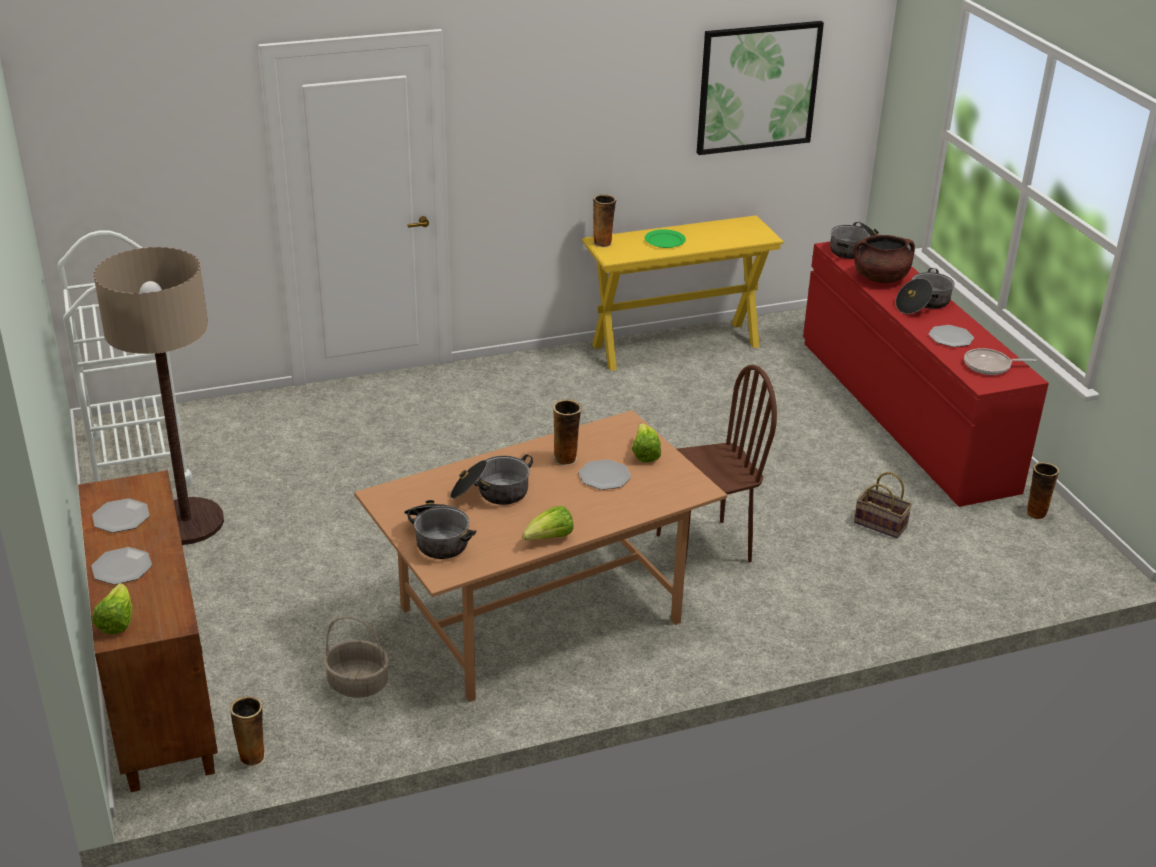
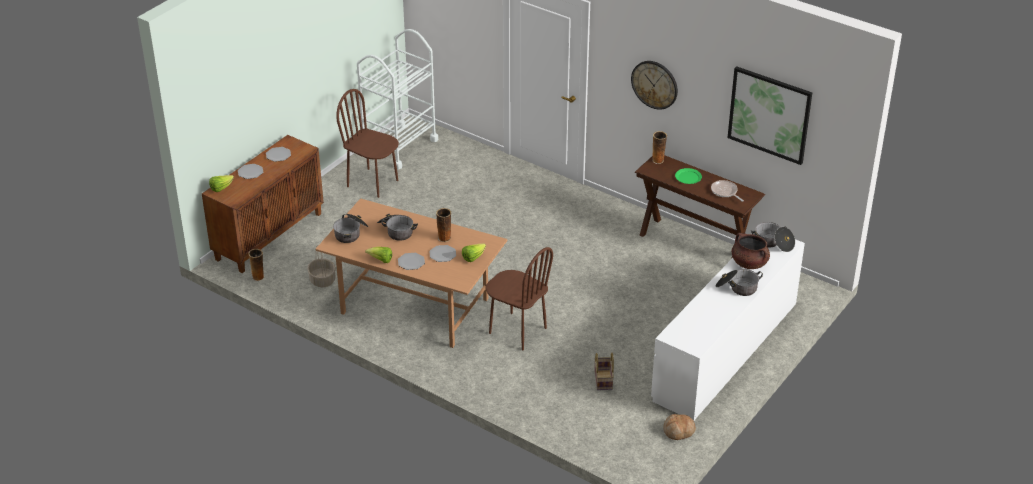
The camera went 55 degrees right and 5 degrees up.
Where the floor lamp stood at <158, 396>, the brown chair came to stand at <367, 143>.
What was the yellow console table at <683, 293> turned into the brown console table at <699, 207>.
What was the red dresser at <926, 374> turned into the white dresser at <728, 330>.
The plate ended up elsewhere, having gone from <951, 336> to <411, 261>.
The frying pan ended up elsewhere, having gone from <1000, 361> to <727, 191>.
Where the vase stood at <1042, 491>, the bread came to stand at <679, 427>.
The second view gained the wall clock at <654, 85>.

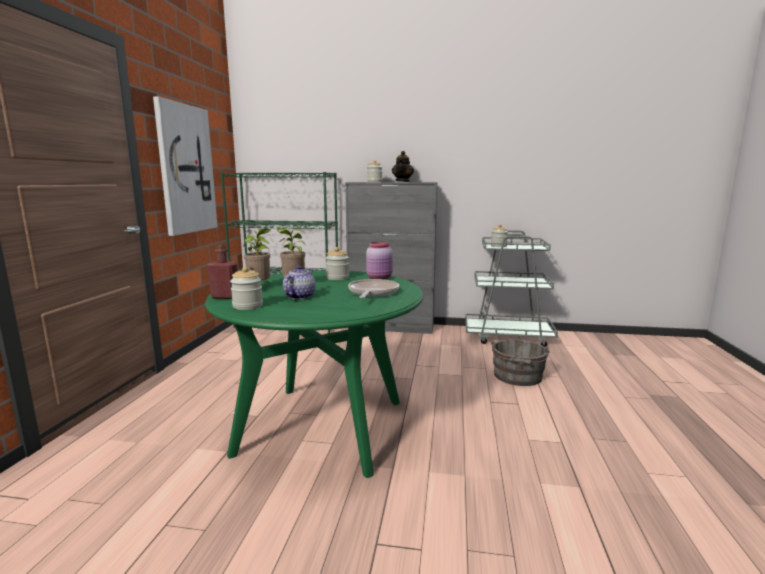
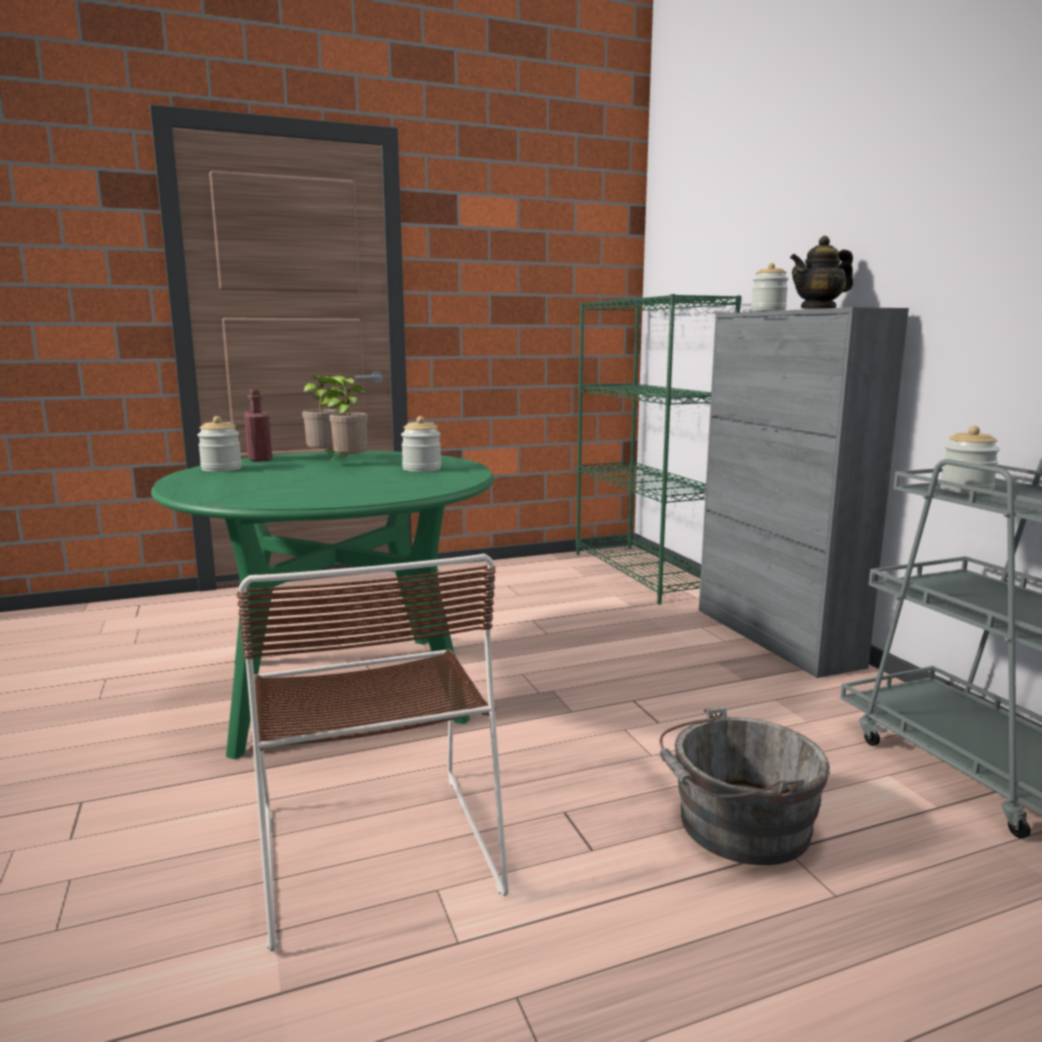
The camera went 60 degrees right and 0 degrees up.
The second view lost the picture at <185, 166>.
The second view lost the teapot at <299, 283>.
The second view lost the frying pan at <373, 288>.
The second view lost the pink jar at <379, 260>.
The second view gained the brown chair at <373, 753>.

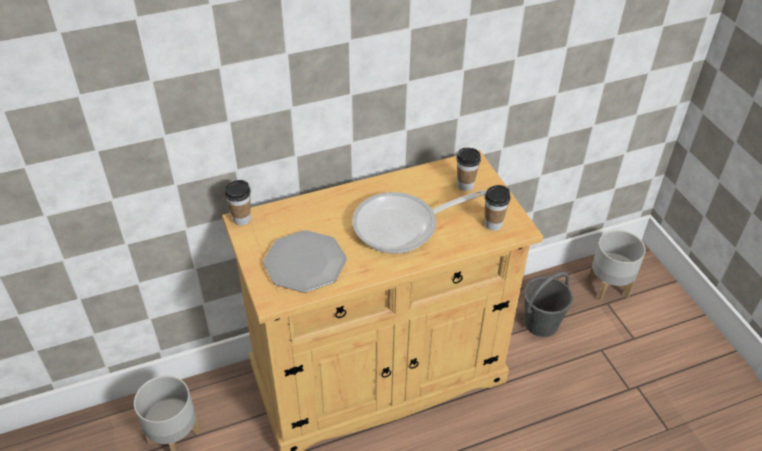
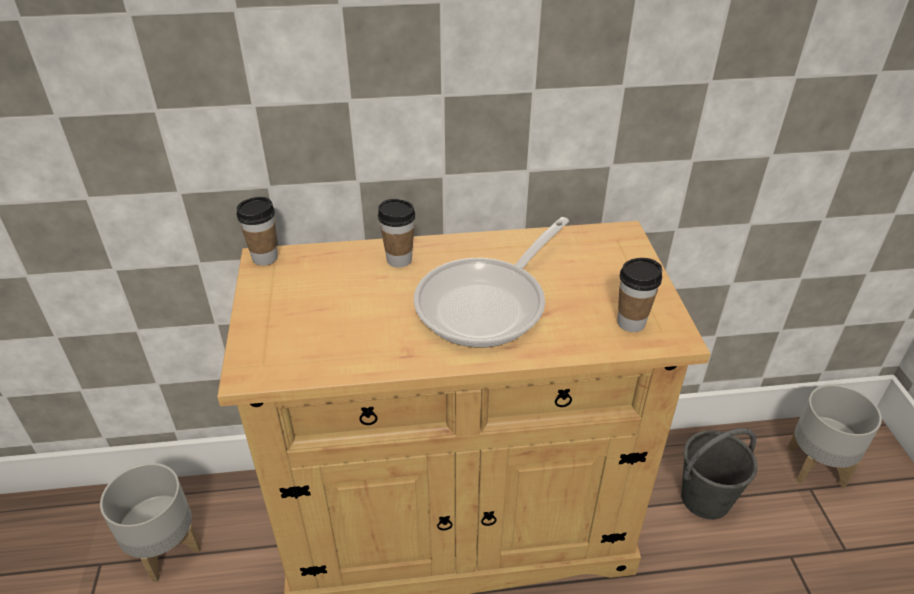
The camera went 15 degrees right and 5 degrees down.
The second view lost the plate at <305, 261>.
The frying pan at <419, 222> ended up facing another way, 45 degrees counterclockwise from before.
The cup ended up elsewhere, having gone from <469, 169> to <396, 233>.

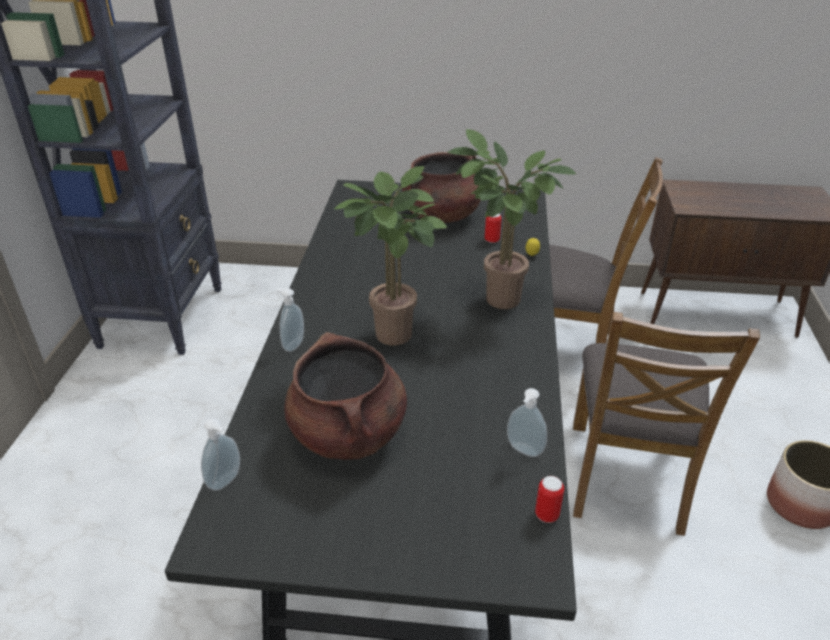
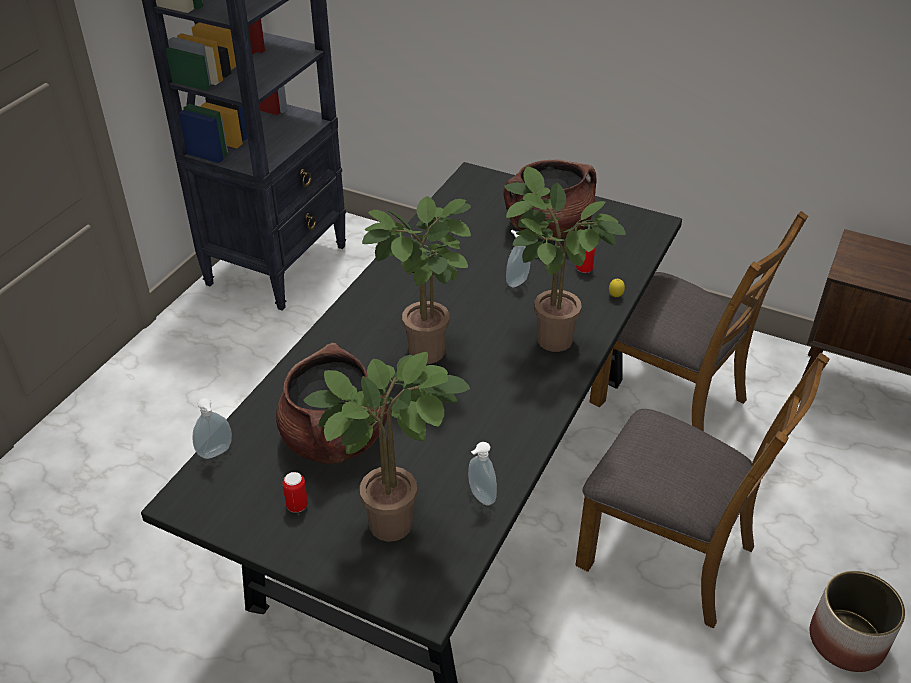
The camera went 20 degrees right and 5 degrees up.
The soap dispenser ended up elsewhere, having gone from <290, 320> to <518, 258>.
The can ended up elsewhere, having gone from <549, 499> to <295, 492>.
The brown chair at <666, 424> ended up facing another way, 90 degrees counterclockwise from before.
The second view gained the potted plant at <387, 447>.

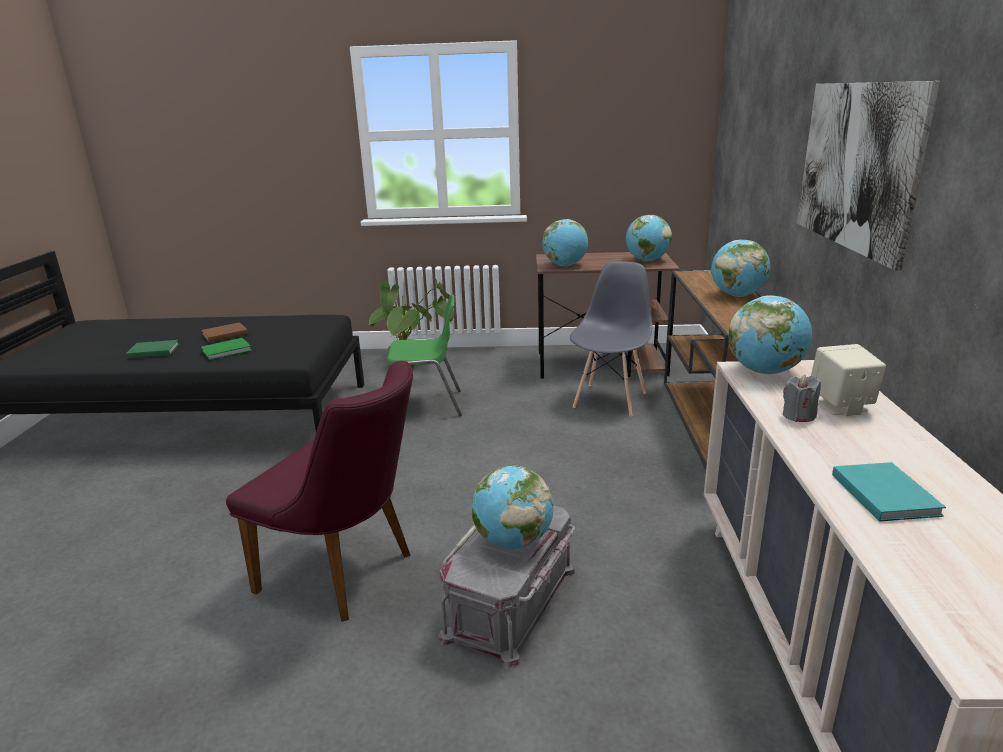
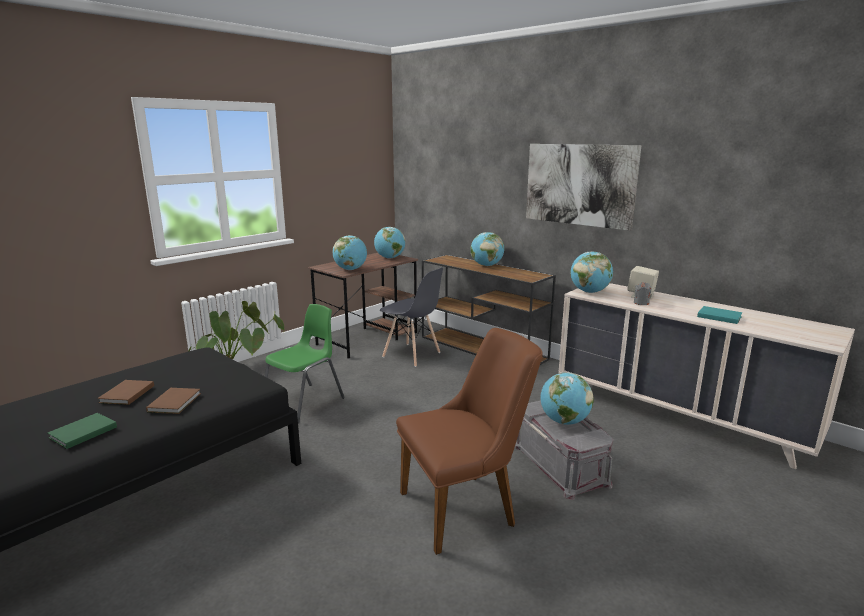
The camera went 50 degrees left and 5 degrees down.
What was the green book at <226, 349> turned into the brown book at <173, 401>.
What was the purple chair at <319, 491> turned into the brown chair at <469, 441>.
The grey chair at <611, 339> ended up facing another way, 150 degrees clockwise from before.

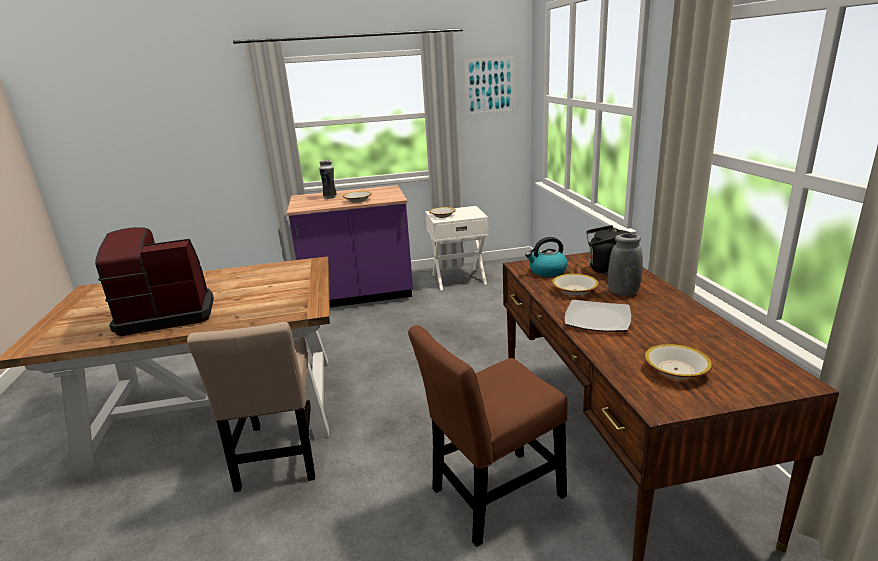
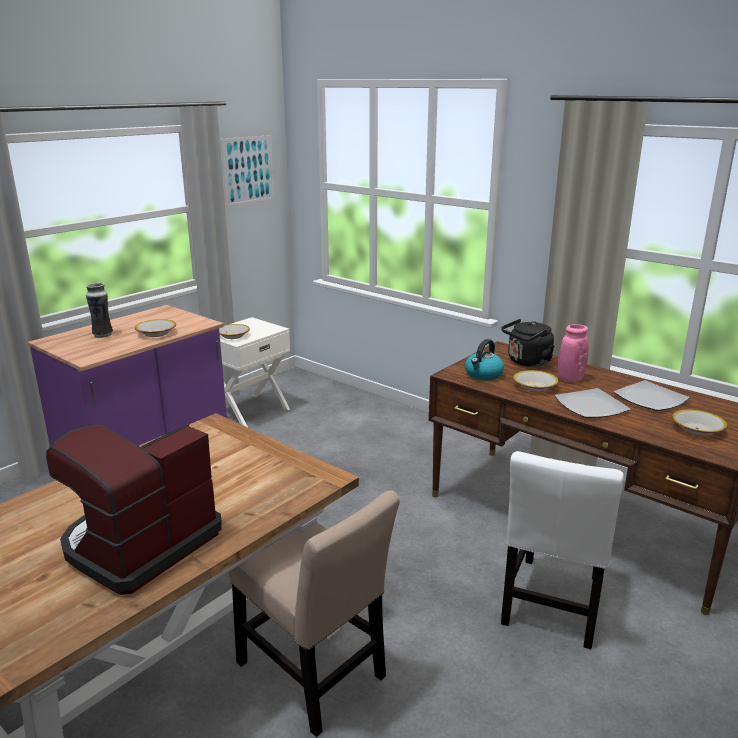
The camera went 40 degrees left and 0 degrees up.
What was the brown chair at <488, 436> turned into the white chair at <562, 550>.
What was the grey vase at <625, 264> turned into the pink vase at <573, 353>.
The second view gained the plate at <652, 395>.

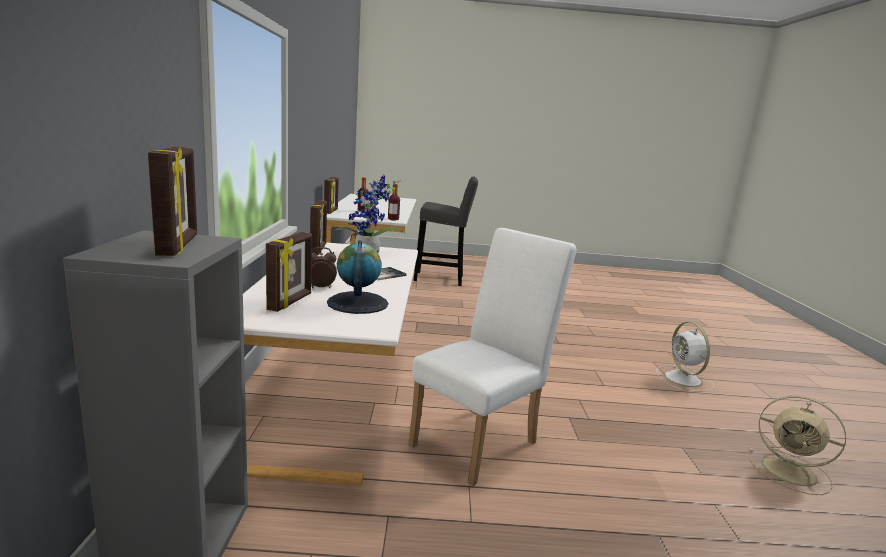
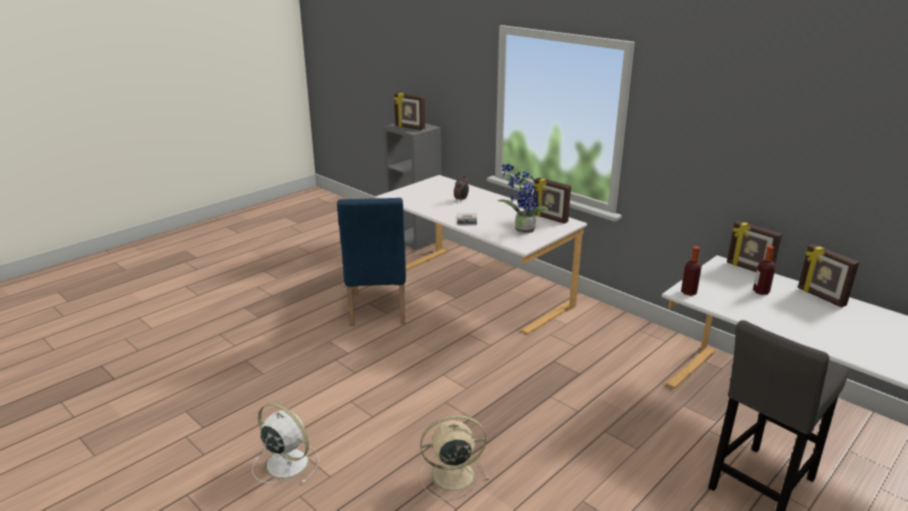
The camera went 135 degrees right and 10 degrees up.
The picture frame ended up elsewhere, having gone from <289, 272> to <828, 276>.
The second view lost the globe at <357, 277>.
What was the white chair at <492, 357> turned into the blue chair at <371, 262>.
The beige fan ended up elsewhere, having gone from <797, 445> to <454, 457>.

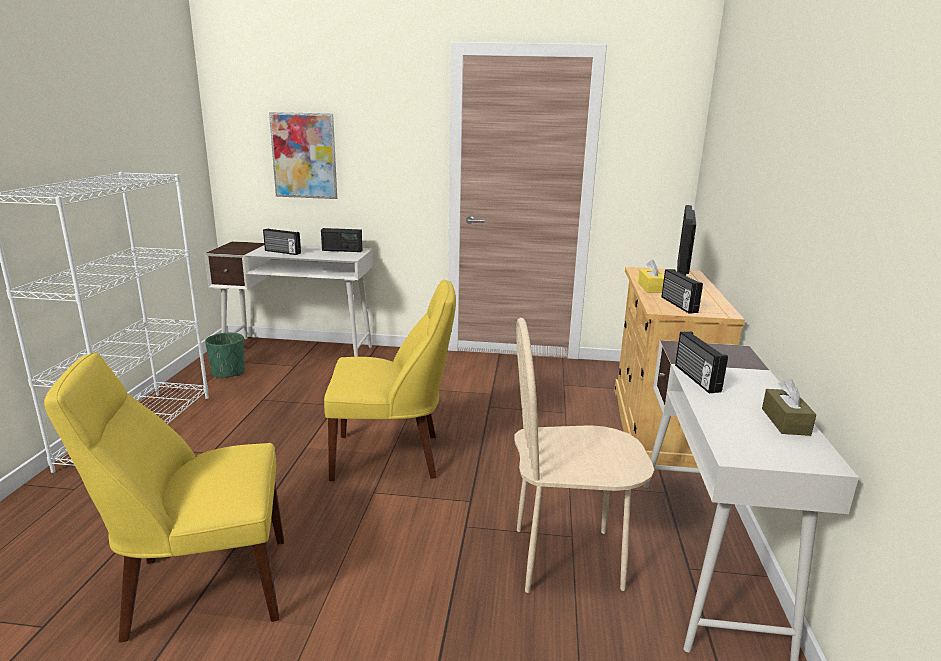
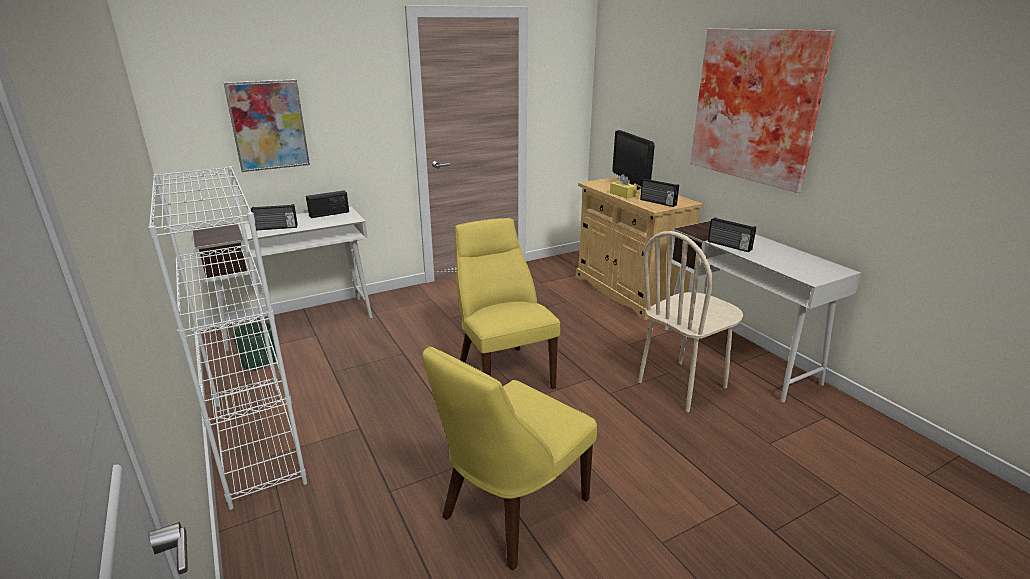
The camera went 35 degrees left and 5 degrees up.
The yellow chair at <390, 380> ended up facing another way, 75 degrees counterclockwise from before.
The second view lost the brown tissue box at <789, 407>.
The second view gained the picture at <763, 110>.

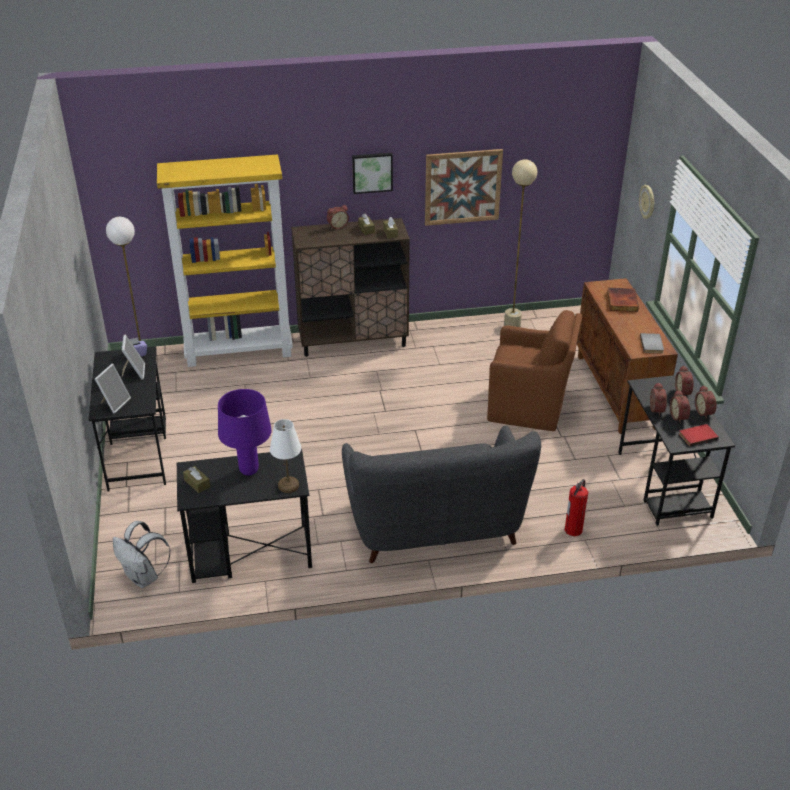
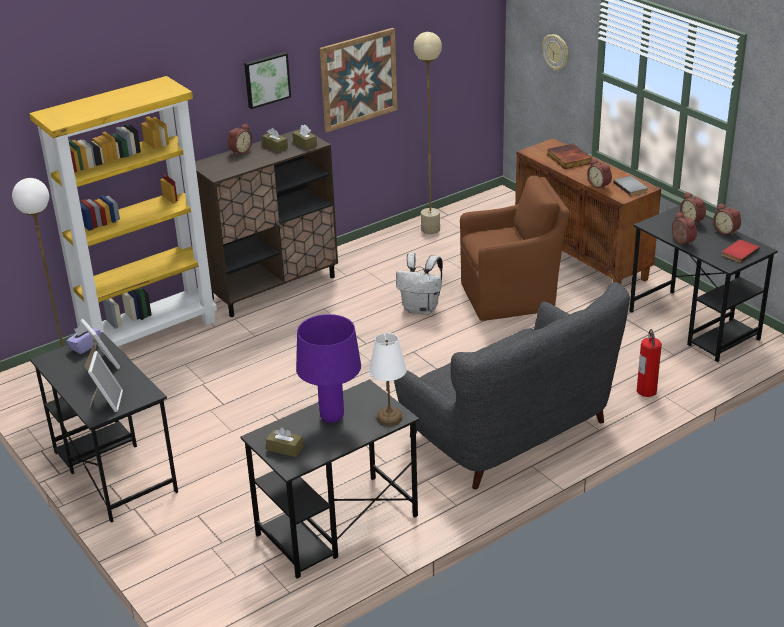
The camera went 25 degrees left and 5 degrees down.
The white backpack ended up elsewhere, having gone from <142, 554> to <419, 284>.
The alarm clock ended up elsewhere, having gone from <680, 406> to <599, 174>.

